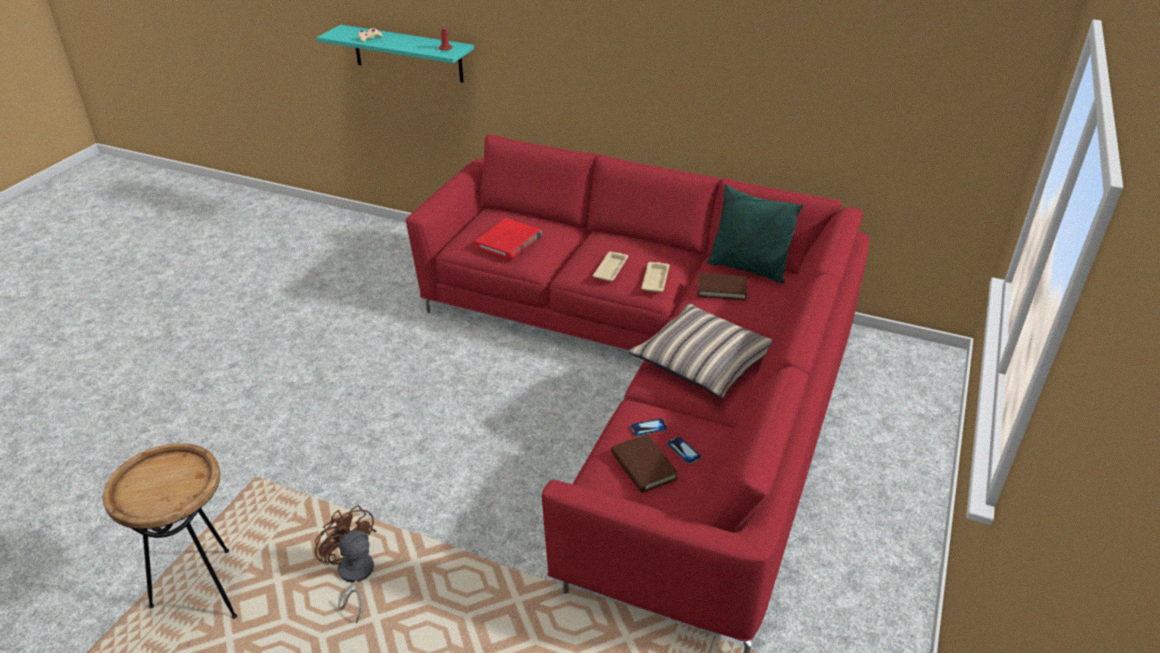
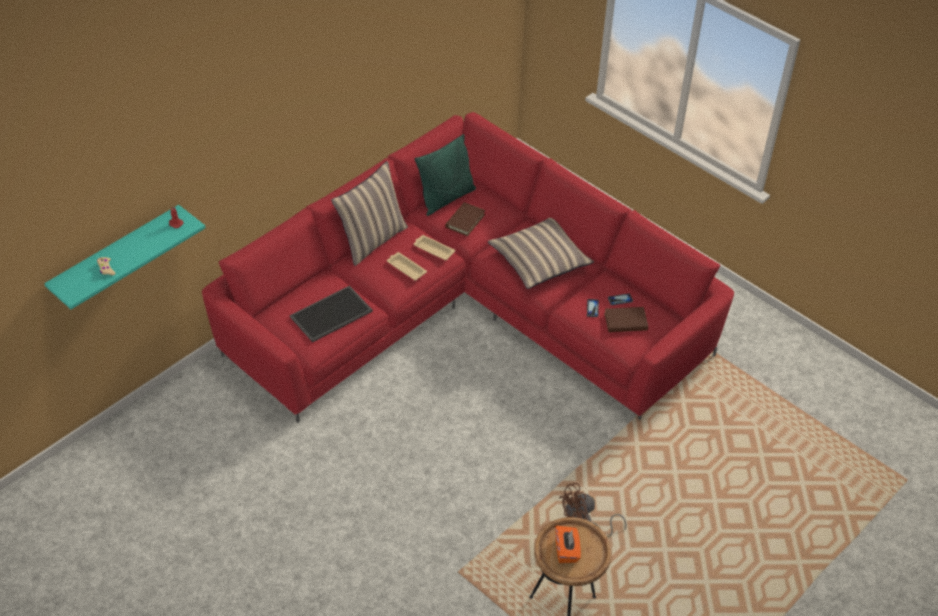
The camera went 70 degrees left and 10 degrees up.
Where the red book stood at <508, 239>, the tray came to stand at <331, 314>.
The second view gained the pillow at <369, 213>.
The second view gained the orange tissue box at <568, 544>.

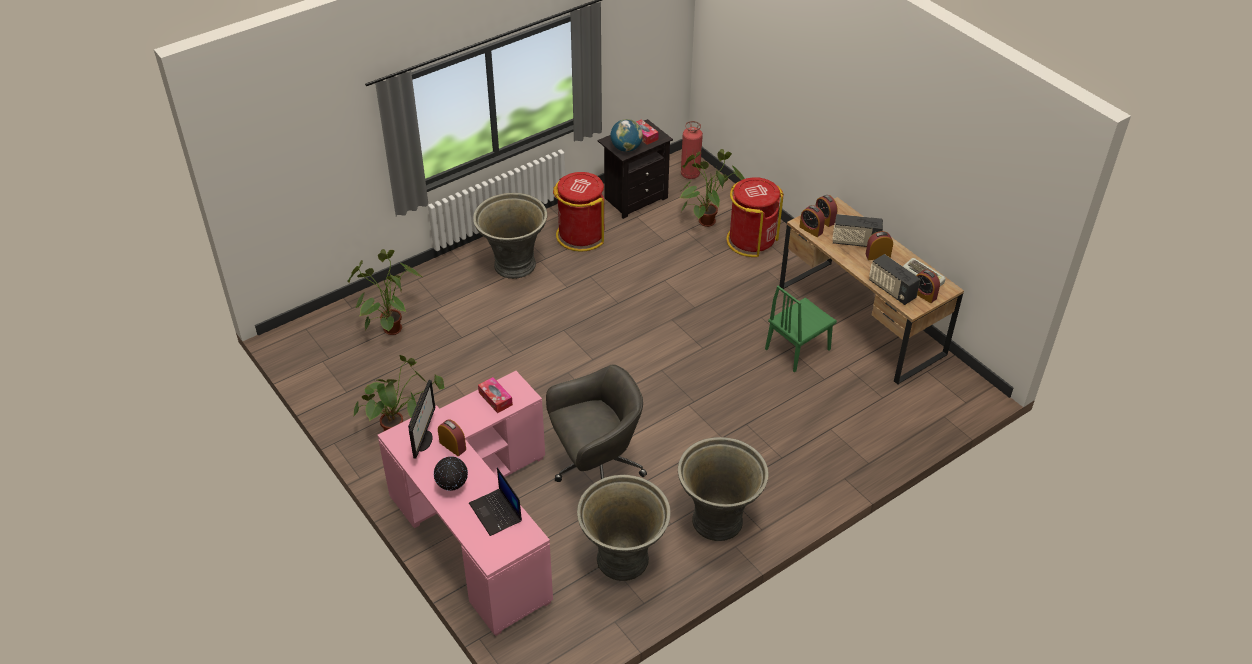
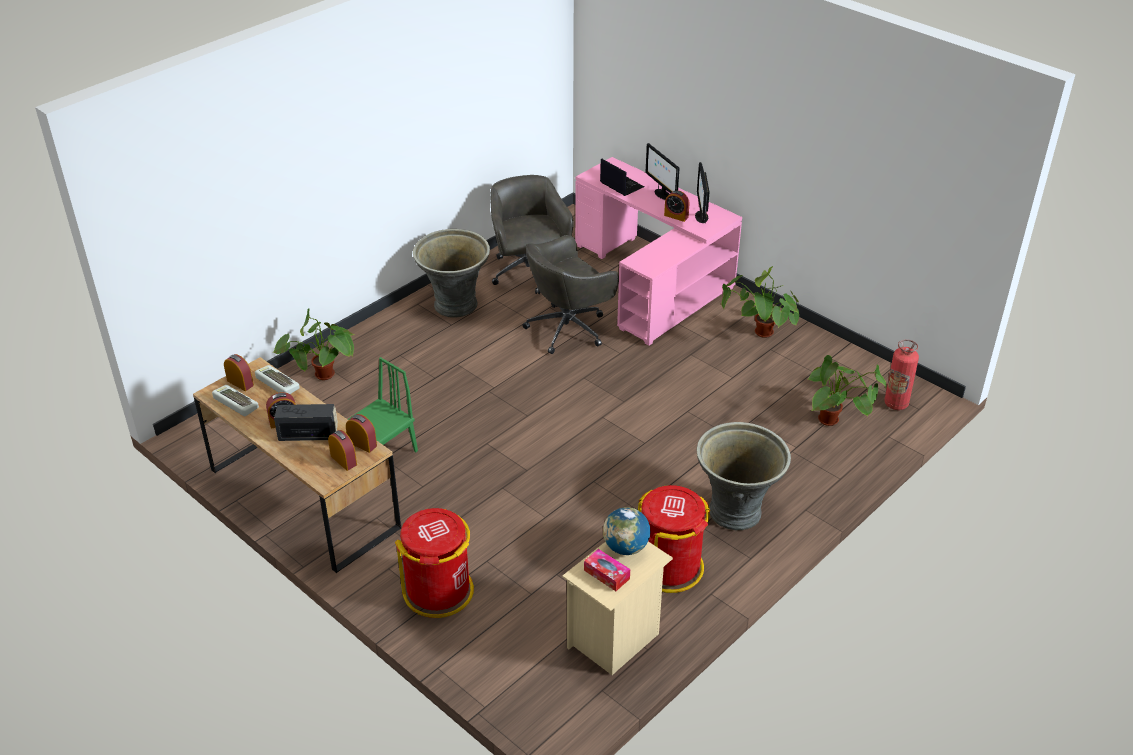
The camera went 170 degrees right and 5 degrees down.
Where the globe stood at <451, 473>, the monitor came to stand at <662, 171>.
The second view lost the tissue box at <495, 395>.
Where the grey planter stood at <624, 528>, the grey office chair came to stand at <532, 234>.
What was the black nightstand at <635, 169> turned into the beige nightstand at <617, 608>.
The potted plant ended up elsewhere, having gone from <712, 188> to <313, 344>.
The fire extinguisher ended up elsewhere, having gone from <692, 150> to <901, 374>.
Where the radio stood at <894, 279>, the keyboard came to stand at <277, 379>.

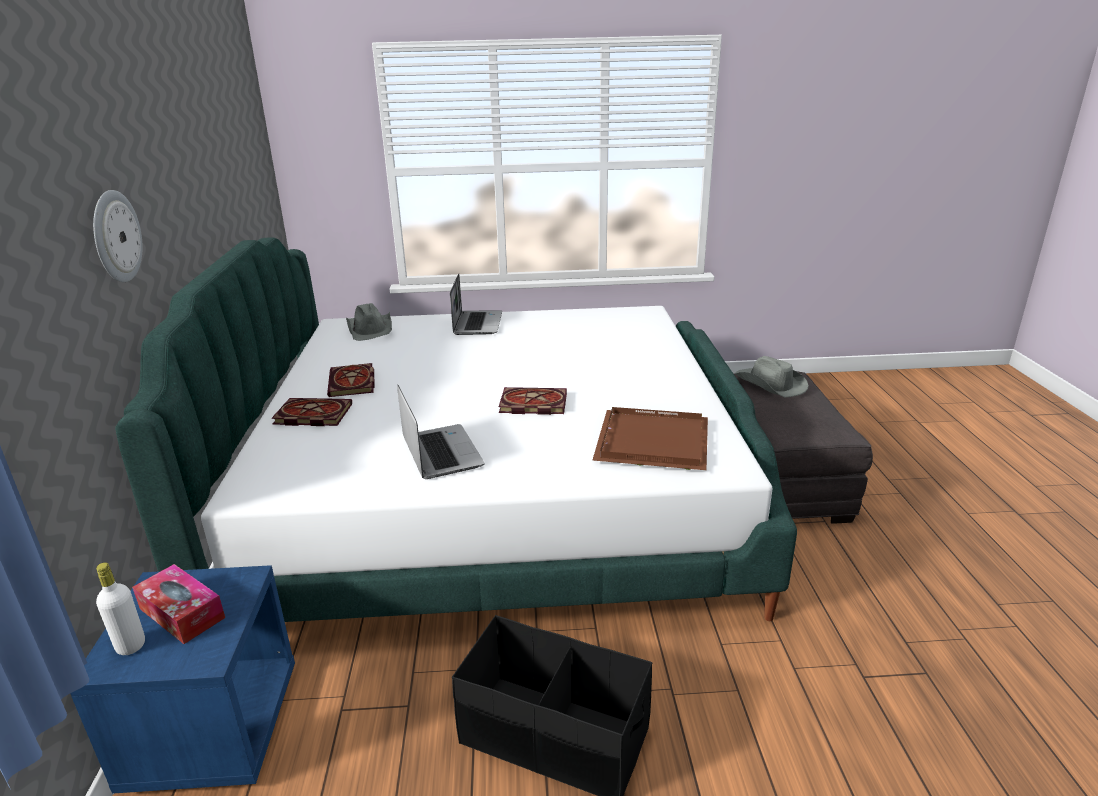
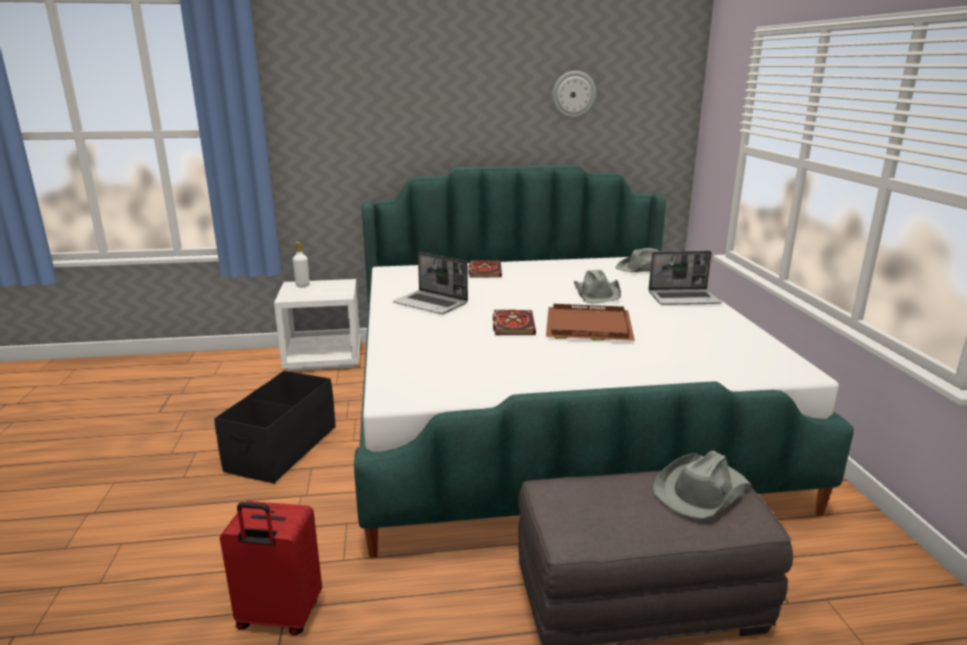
The camera went 85 degrees right and 5 degrees down.
What was the blue nightstand at <182, 679> turned into the white nightstand at <317, 325>.
The wall clock ended up elsewhere, having gone from <118, 236> to <574, 95>.
The second view lost the tissue box at <178, 604>.
The second view lost the book at <351, 380>.
The laptop at <441, 432> ended up facing another way, 60 degrees clockwise from before.
The brown tray ended up elsewhere, having gone from <650, 438> to <590, 322>.
The second view gained the red suitcase at <271, 568>.
The second view gained the grey hat at <597, 286>.

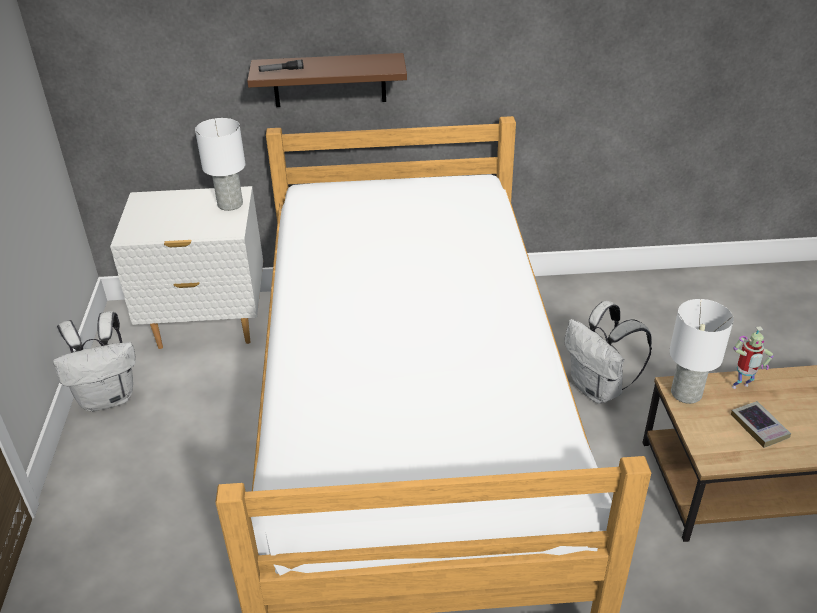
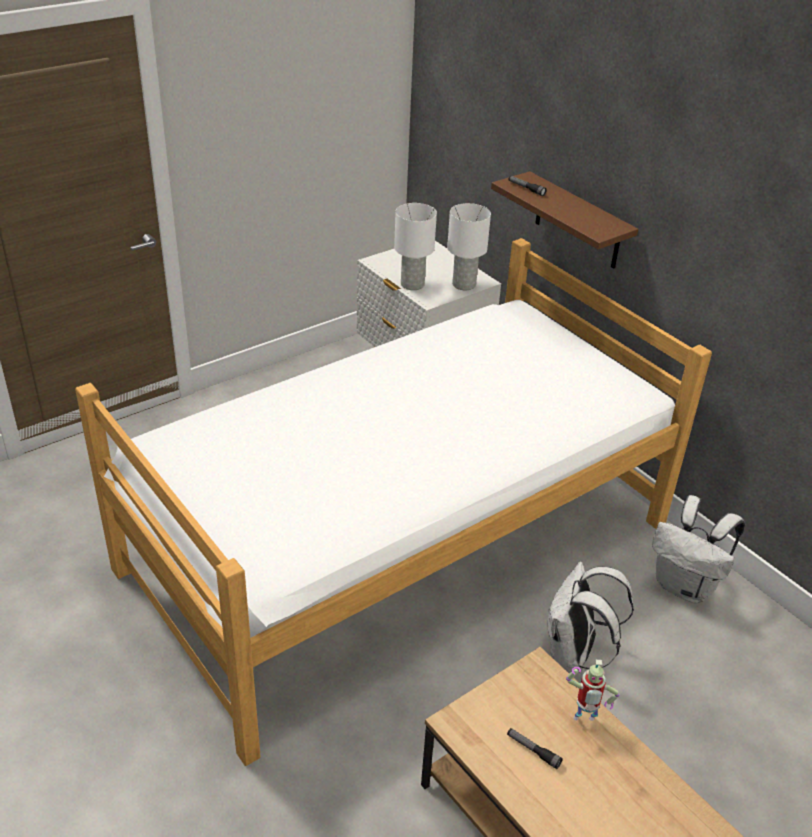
The camera went 55 degrees right and 0 degrees up.
The white backpack ended up elsewhere, having gone from <94, 361> to <698, 549>.
The white table lamp ended up elsewhere, having gone from <701, 351> to <415, 246>.
Where the book stood at <761, 424>, the flashlight came to stand at <535, 748>.
The toy robot at <752, 357> ended up facing another way, 45 degrees counterclockwise from before.

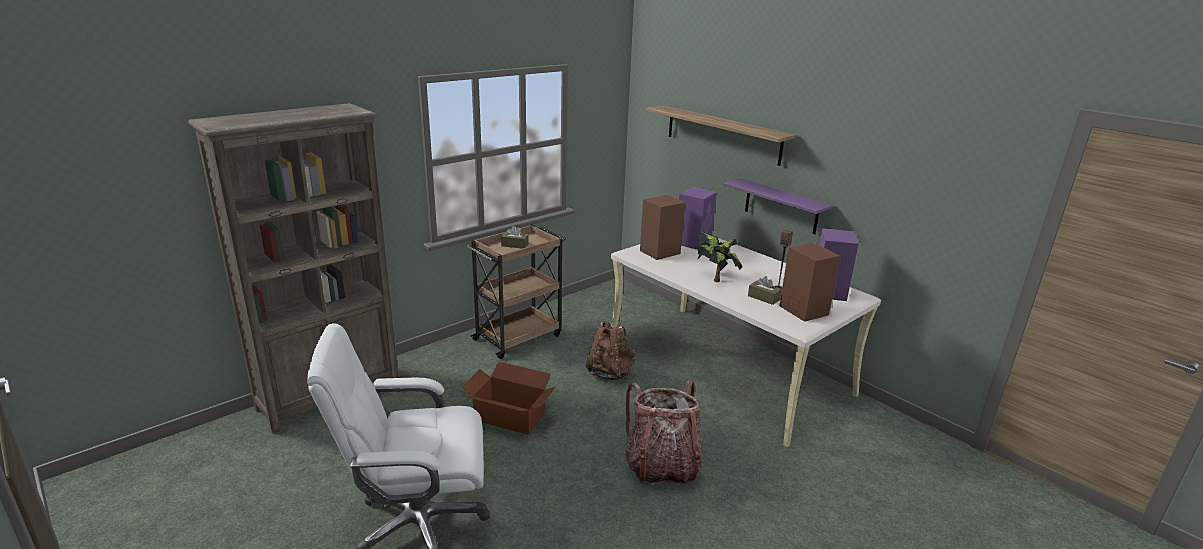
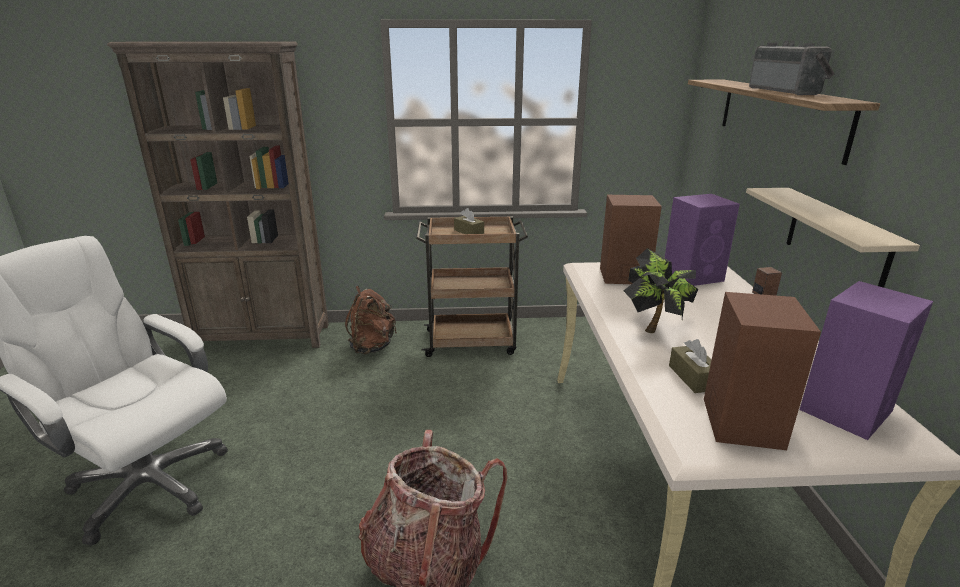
The camera went 40 degrees right and 0 degrees up.
The second view lost the cardboard box at <508, 398>.
The brown backpack ended up elsewhere, having gone from <610, 351> to <370, 320>.
What was the purple shelf at <778, 206> turned into the beige shelf at <833, 238>.
The second view gained the radio at <792, 68>.

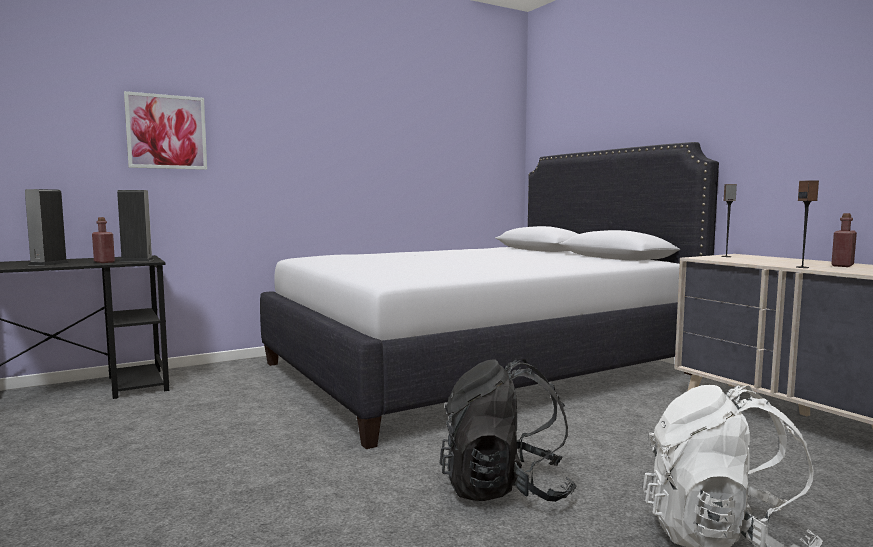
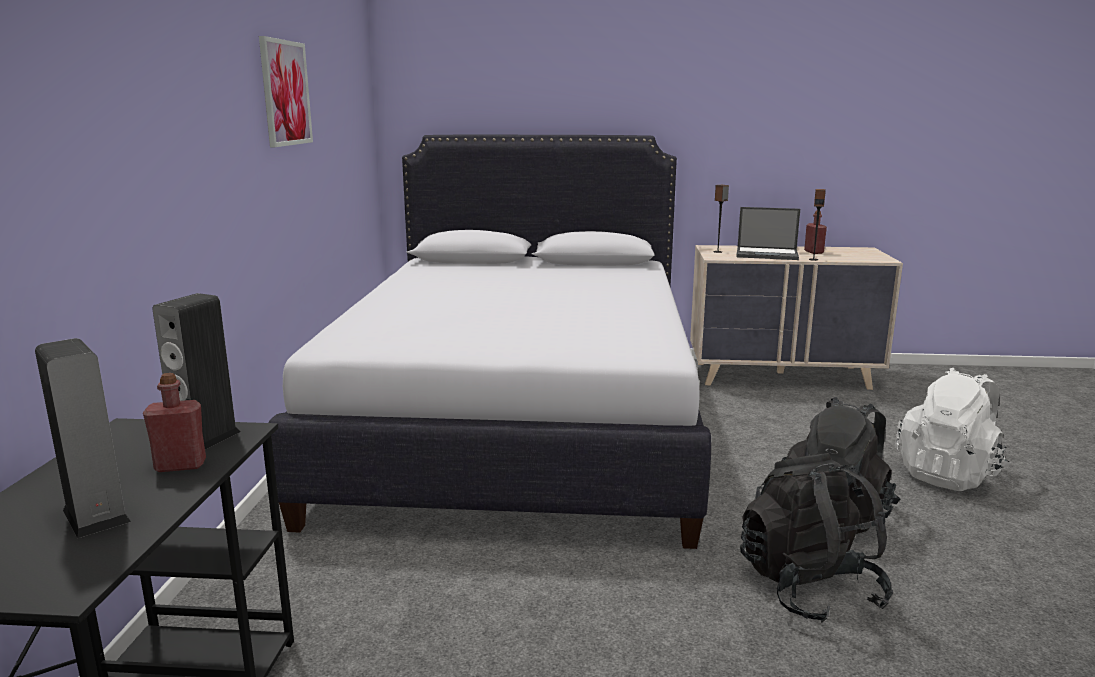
The camera went 55 degrees left and 10 degrees up.
The picture ended up elsewhere, having gone from <165, 130> to <286, 91>.
The second view gained the laptop at <768, 233>.
The second view gained the black backpack at <816, 538>.

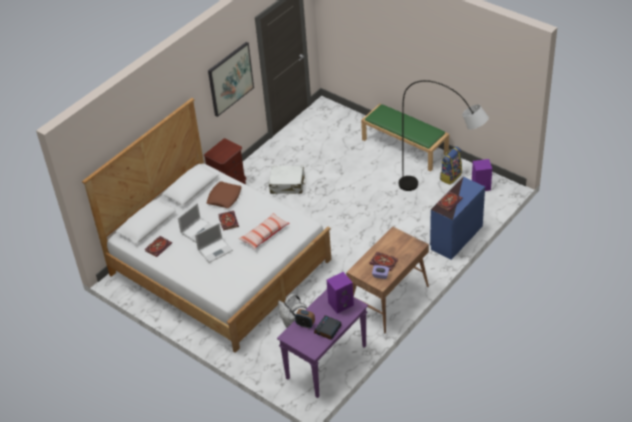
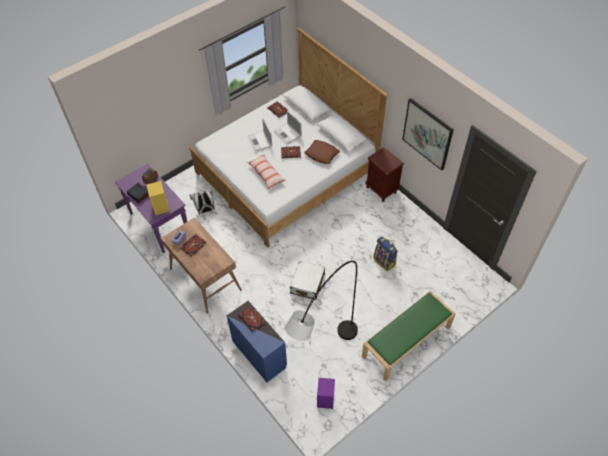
The camera went 100 degrees right and 10 degrees up.
The white suitcase ended up elsewhere, having gone from <287, 180> to <307, 280>.
What was the purple speaker at <340, 293> turned into the yellow speaker at <158, 198>.
The backpack ended up elsewhere, having gone from <451, 165> to <386, 254>.

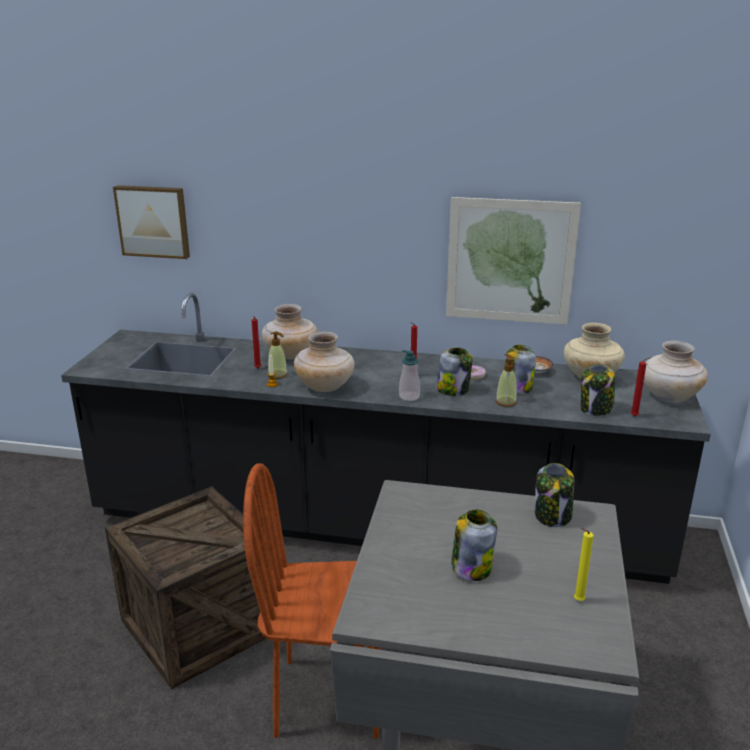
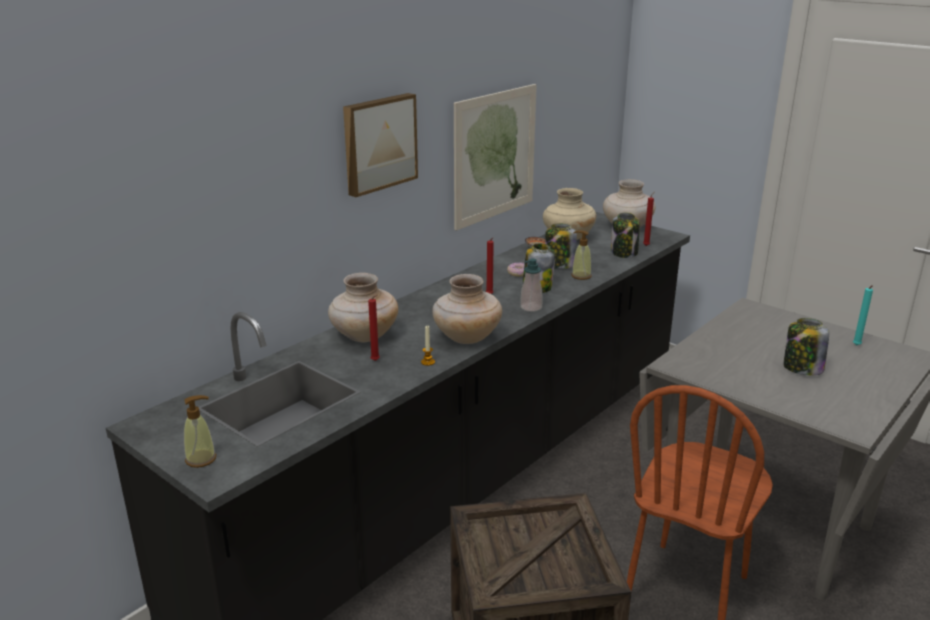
The camera went 60 degrees left and 0 degrees up.
The picture ended up elsewhere, having gone from <151, 222> to <380, 145>.
The soap dispenser ended up elsewhere, having gone from <278, 355> to <200, 431>.
The second view lost the jar at <554, 495>.
What was the yellow candle at <584, 564> turned into the turquoise candle at <863, 315>.

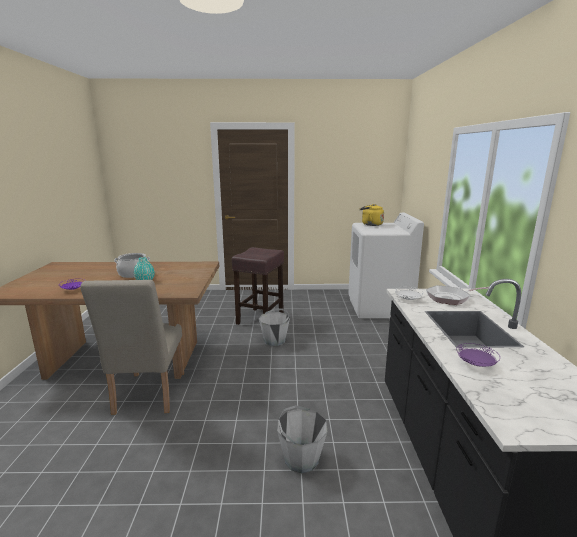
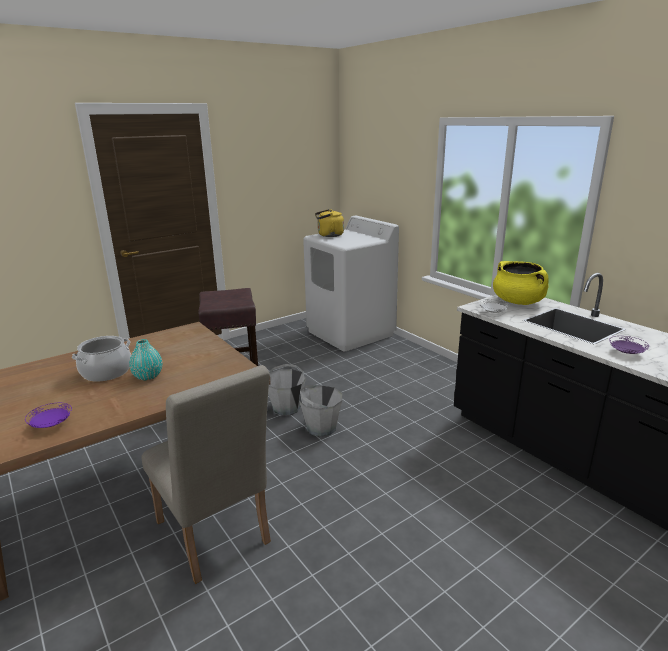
The camera went 35 degrees left and 5 degrees up.
The grey bucket ended up elsewhere, having gone from <302, 439> to <320, 410>.
Where the frying pan stood at <457, 295>, the yellow cooking pot came to stand at <520, 283>.

